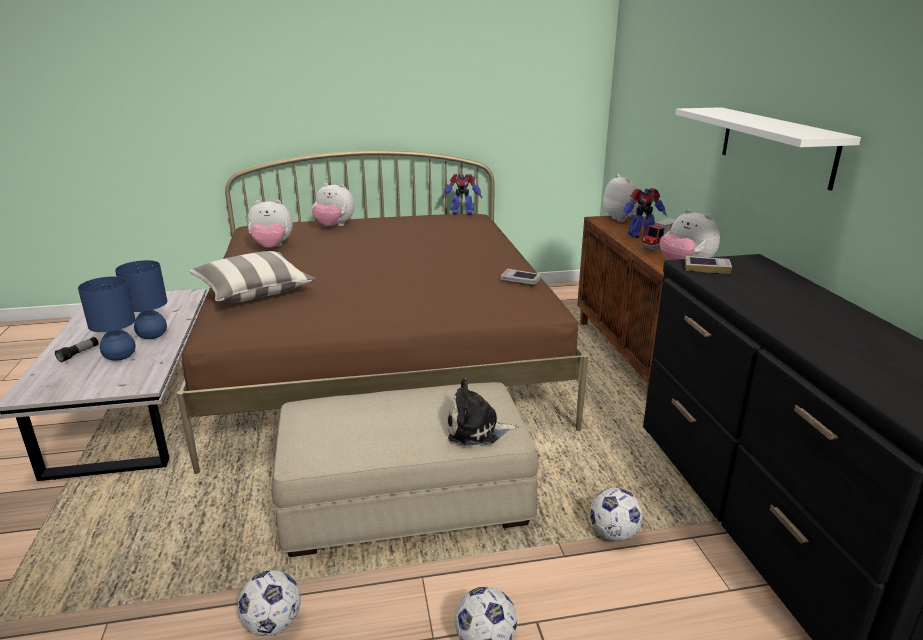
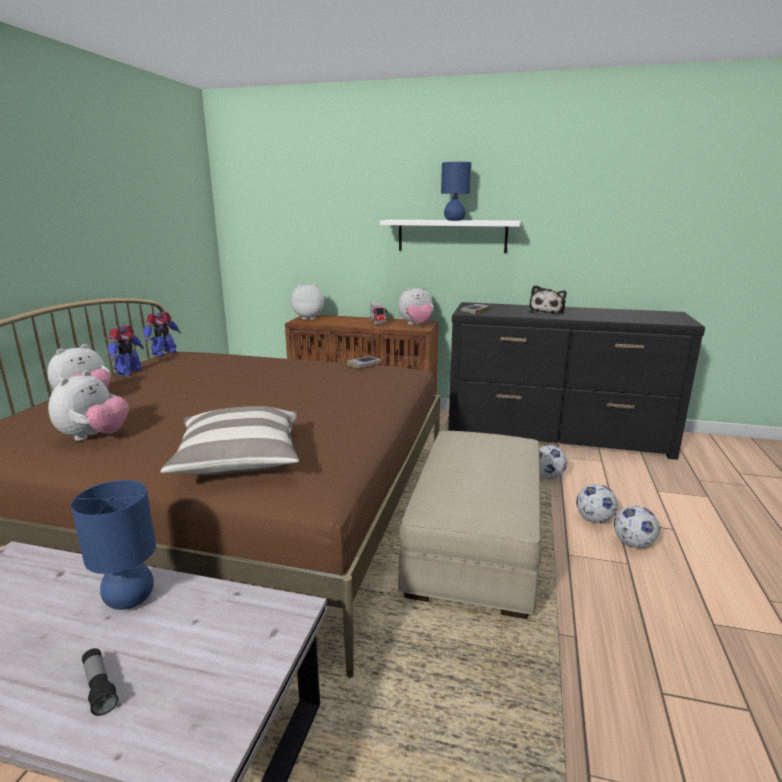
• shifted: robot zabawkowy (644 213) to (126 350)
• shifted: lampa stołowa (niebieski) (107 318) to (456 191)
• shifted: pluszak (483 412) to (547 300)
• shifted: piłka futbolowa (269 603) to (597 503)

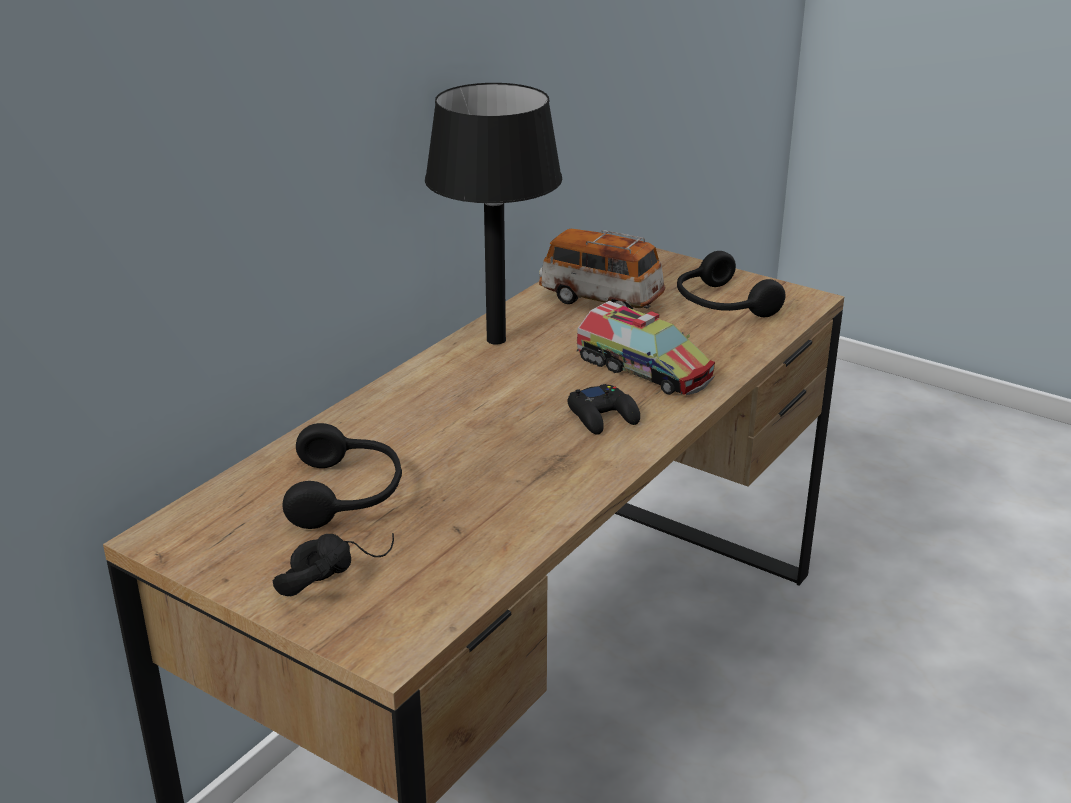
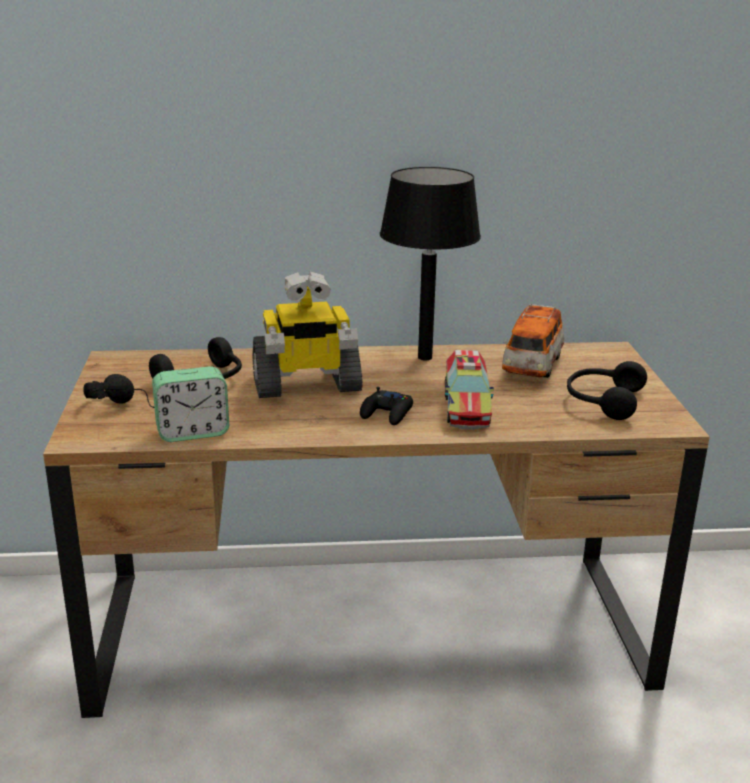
• new: budzik (190 404)
• new: robot zabawkowy (307 334)
• rotated: samochodzik (602 269) = (533 340) 150 degrees counterclockwise

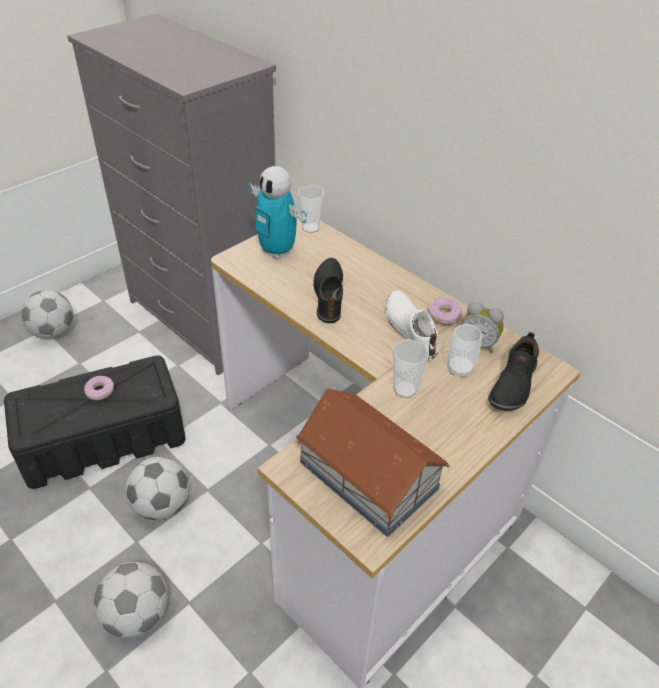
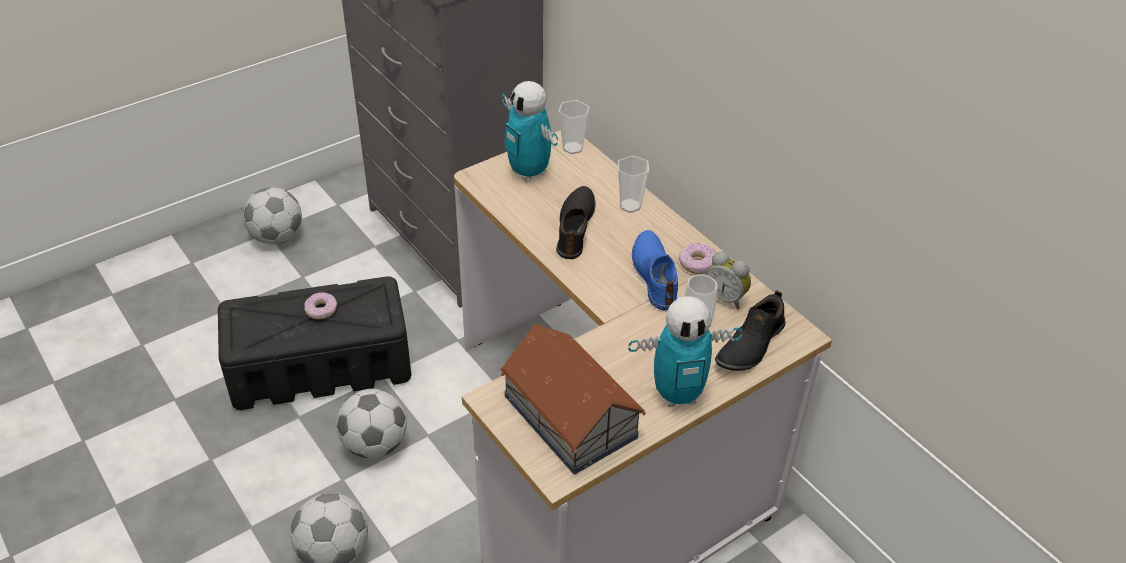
• shifted: filiżanka (411 369) to (633 184)
• new: robot zabawkowy (685 351)
• repainted: but (biały) (412 325) to but (niebieski) (655 270)

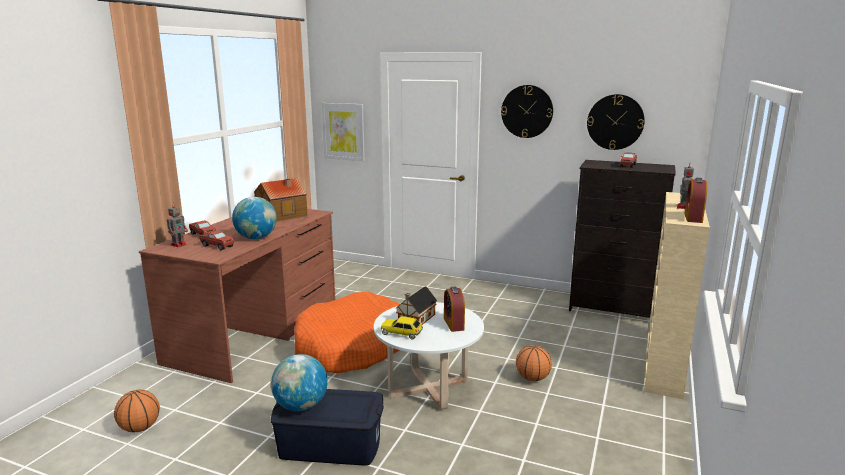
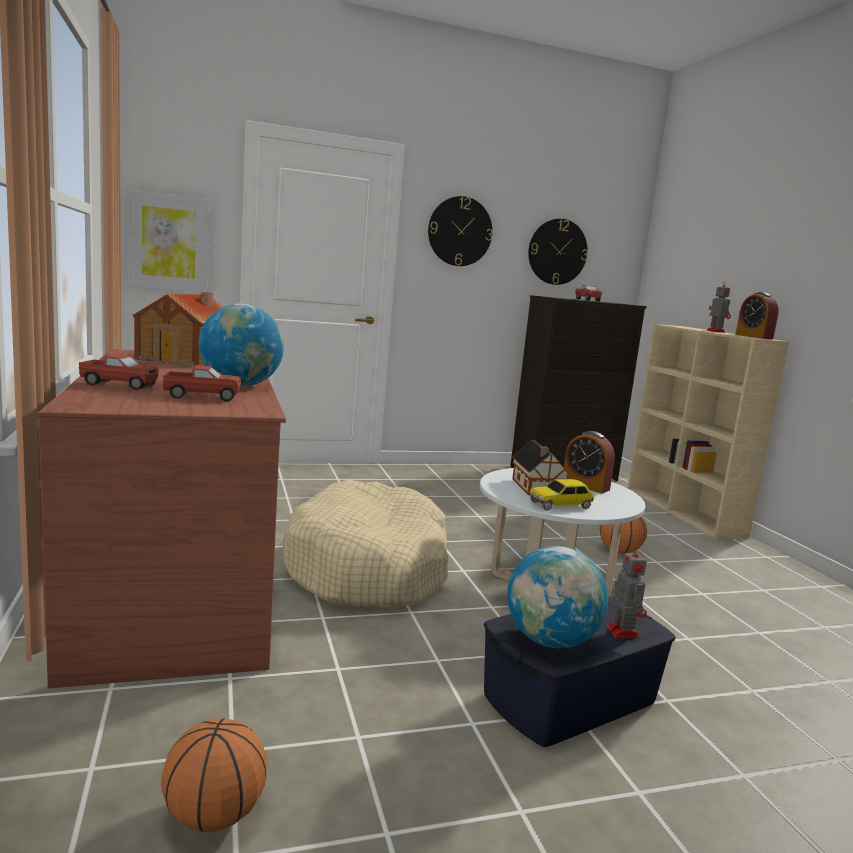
• repainted: legowisko (pomarańczowy) (347 332) to legowisko (beżowy) (365 543)
• shifted: robot zabawkowy (177 224) to (627 591)

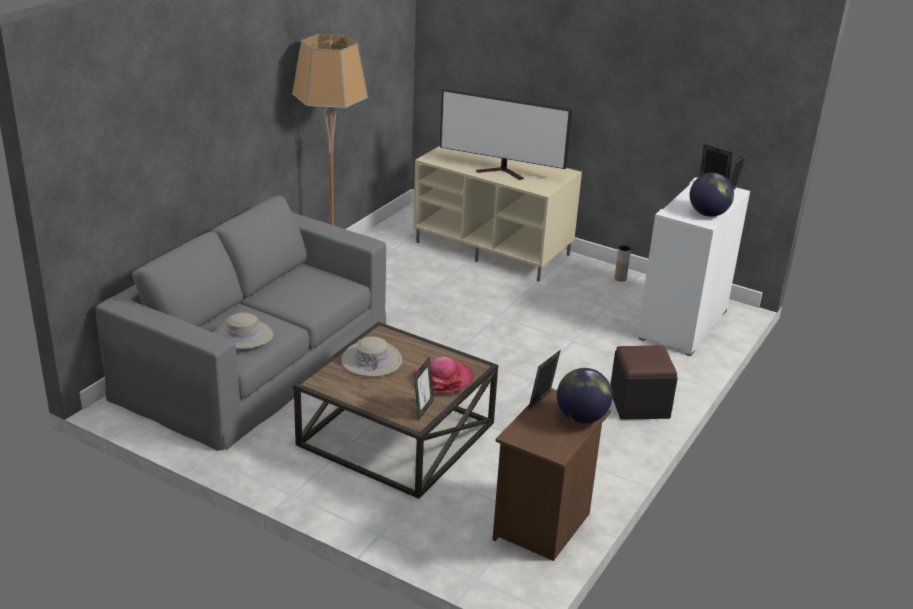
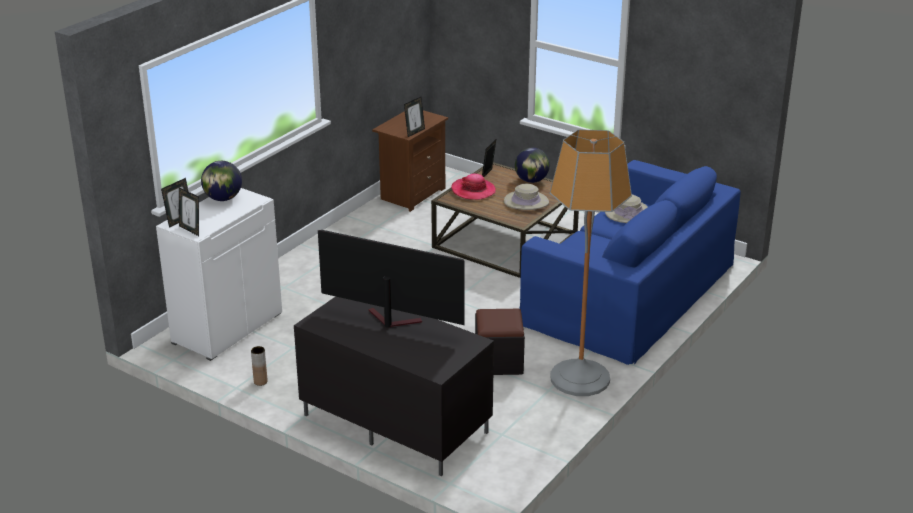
• repainted: szafka pod telewizor (beżowy) (497 214) to szafka pod telewizor (czarny) (394 386)
• shifted: pufa (czarny) (644 382) to (500 342)
• shifted: globus (584 396) to (532 165)
• repainted: kanapa (szary) (241 323) to kanapa (niebieski) (630 262)

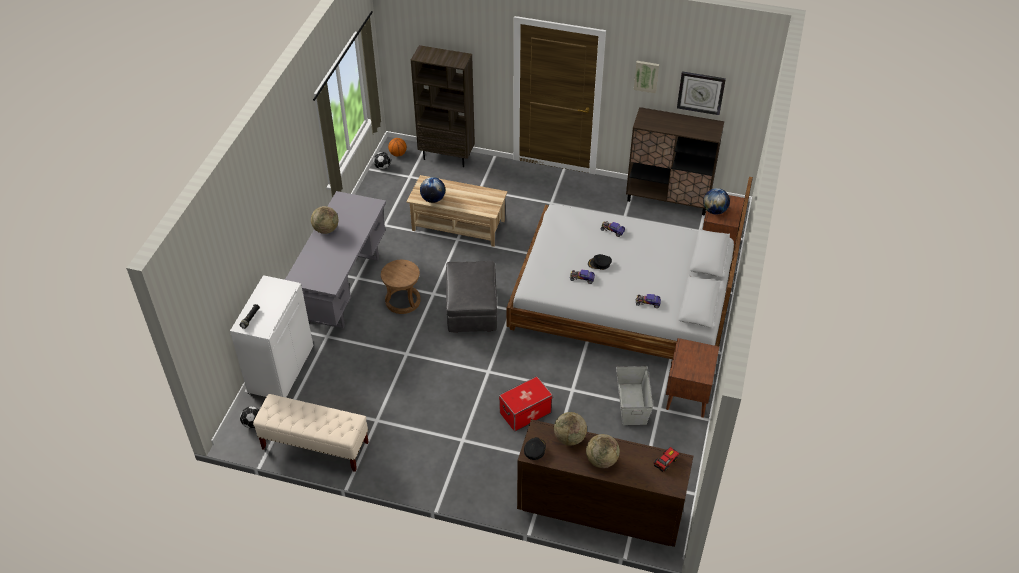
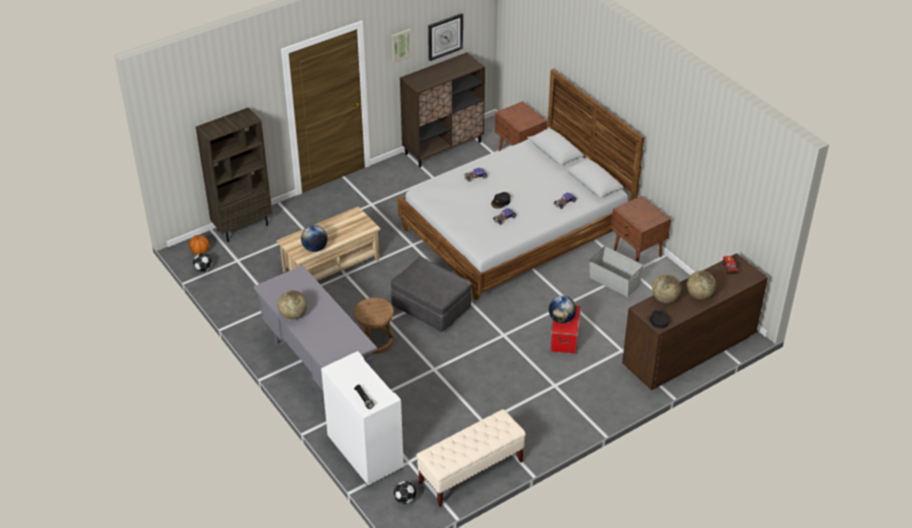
• shifted: globus (716 201) to (562 309)

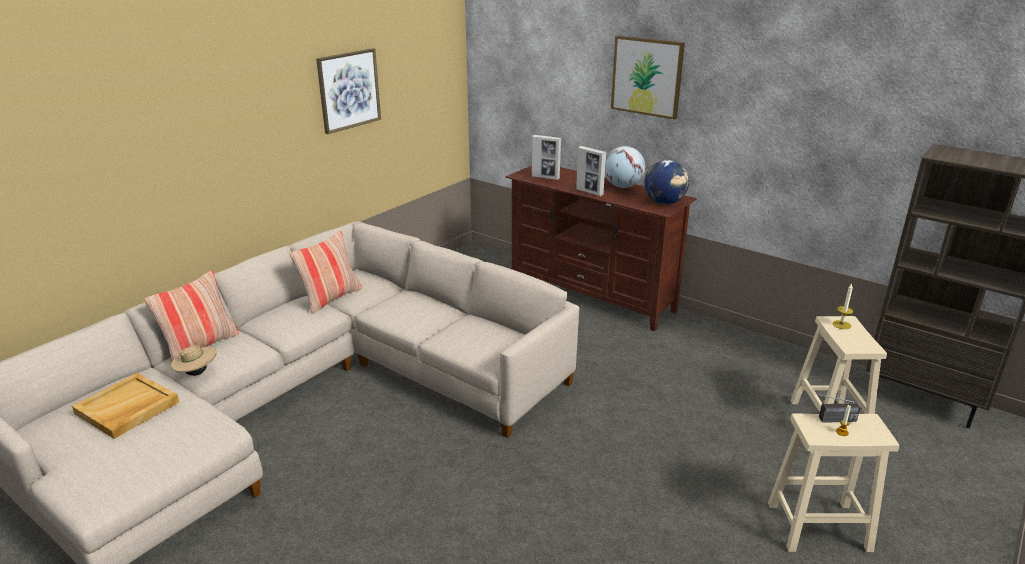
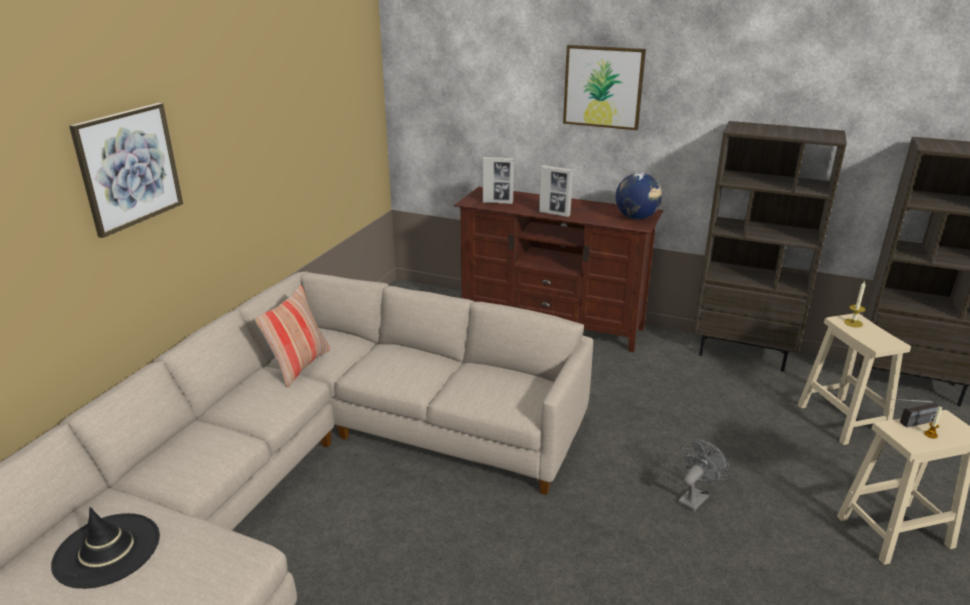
• swapped: taca (beżowy) (125 406) to kapelusz (czarny) (105 548)
• shifted: obraz (348 91) to (126 170)
• new: wentylator (szary) (704 475)
• new: regał (brązowy) (770 246)
• gone: poduszka (191 316)
• gone: kapelusz (beżowy) (194 359)
• gone: globus (625 167)

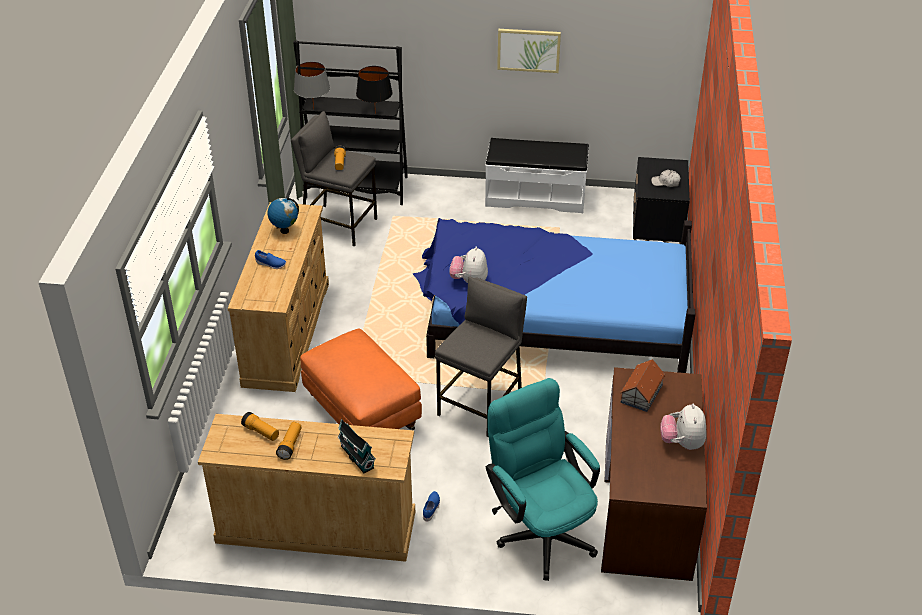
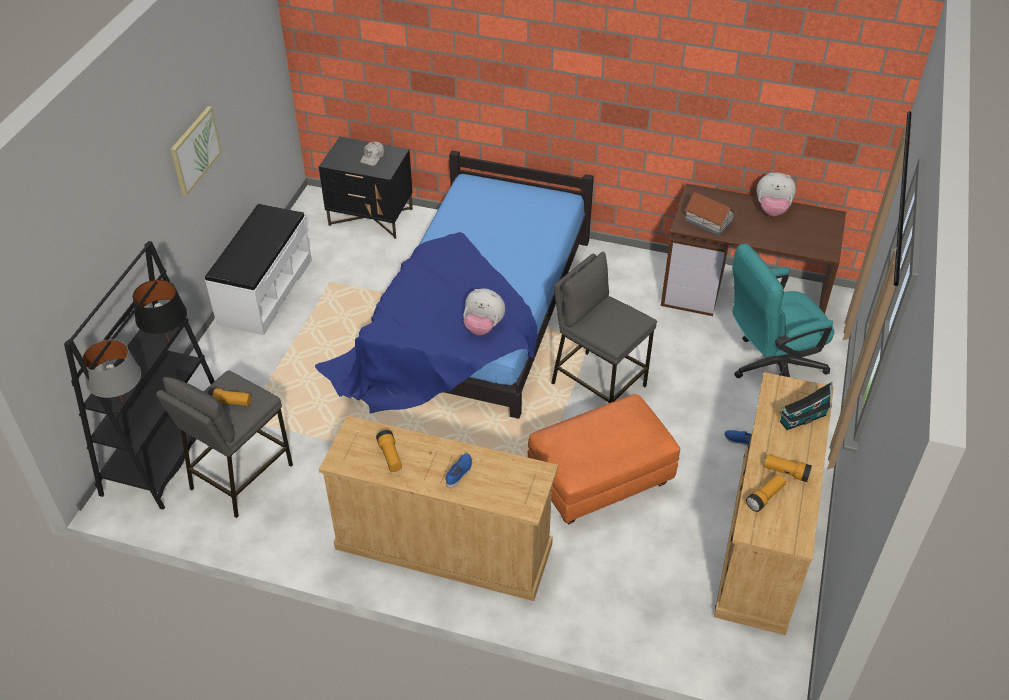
• swapped: globus (283 216) to latarka (389 451)

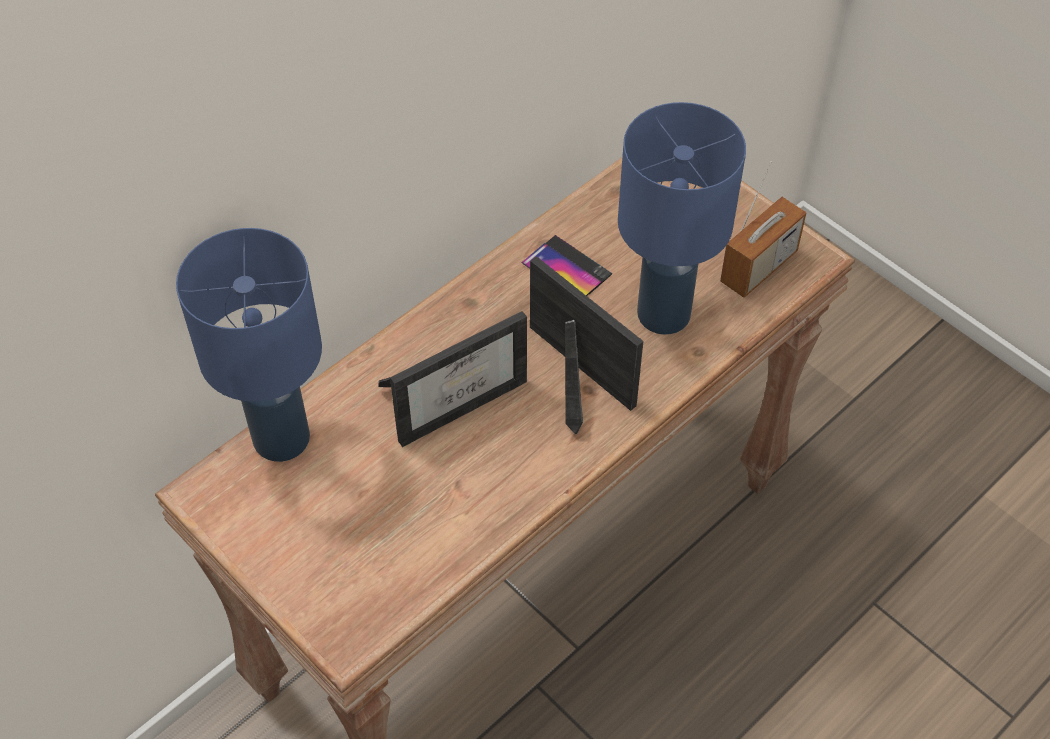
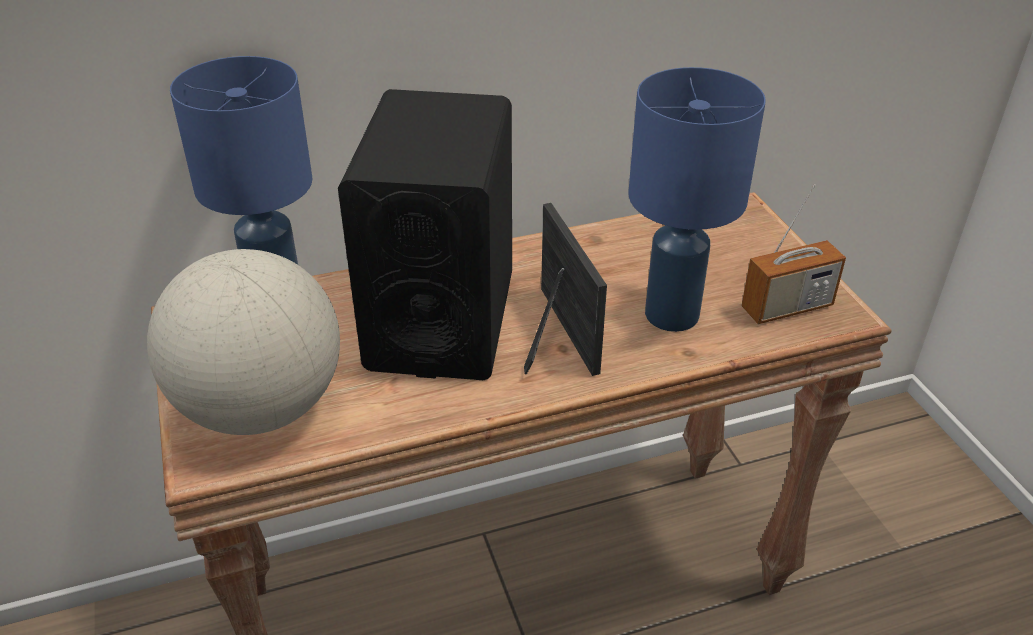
• new: globus (243 342)
• swapped: ramka na zdjęcie (452 379) to głośnik (czarny) (425 234)
• gone: telefon (567 265)

